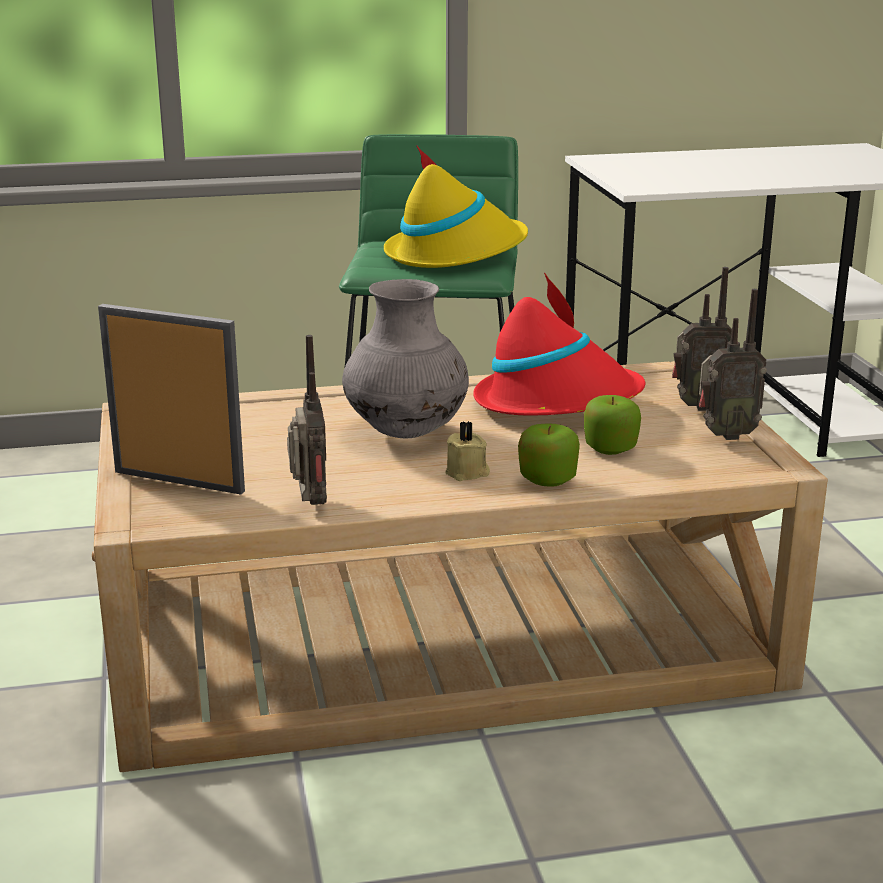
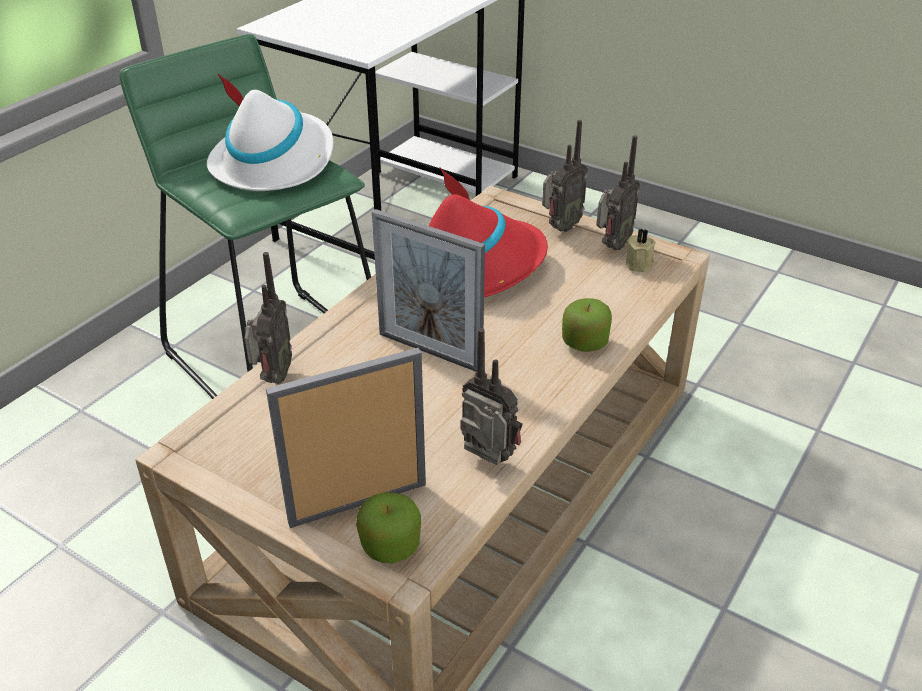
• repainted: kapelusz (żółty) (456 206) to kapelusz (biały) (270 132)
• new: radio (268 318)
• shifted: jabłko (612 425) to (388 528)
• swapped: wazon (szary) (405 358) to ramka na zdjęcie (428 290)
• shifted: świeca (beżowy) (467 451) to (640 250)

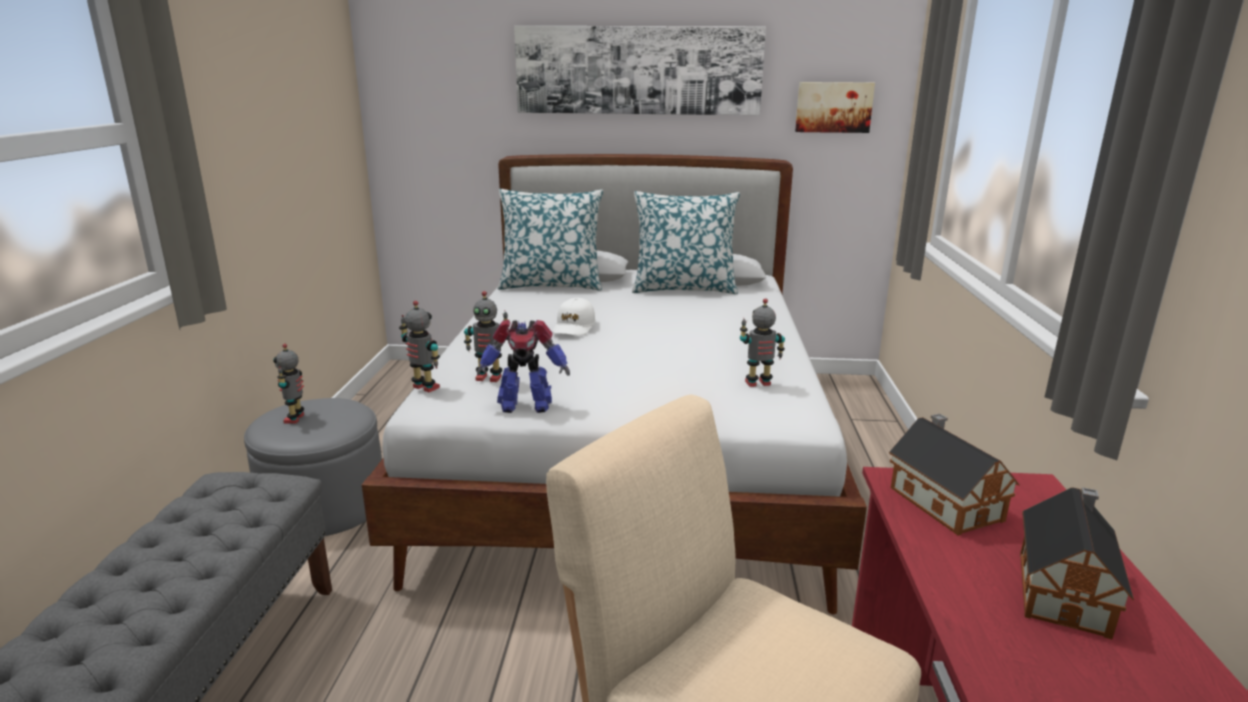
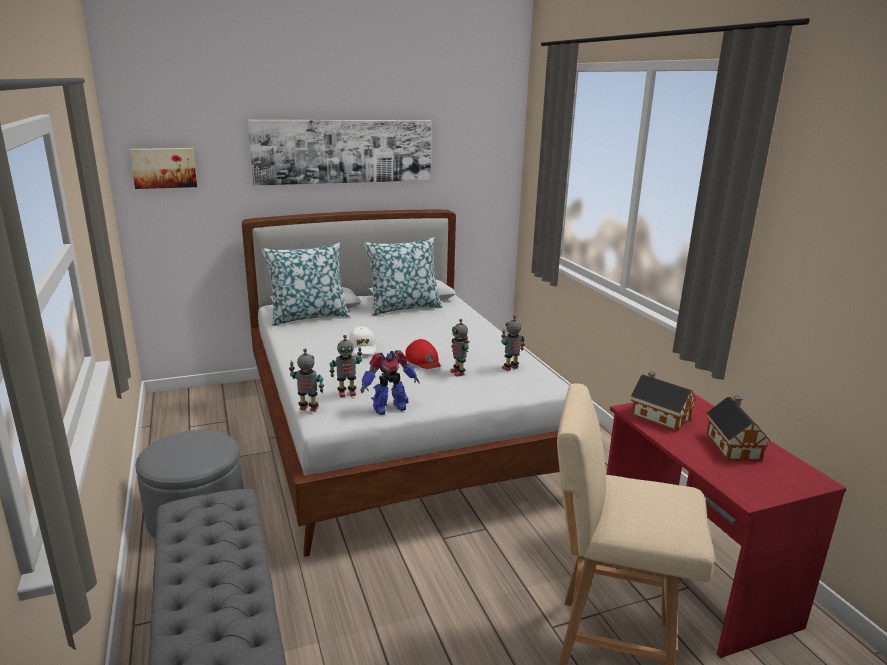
• shifted: obraz (835 107) to (163 168)
• new: czapka z daszkiem (czerwony) (423 354)
• shifted: robot zabawkowy (288 383) to (460 348)

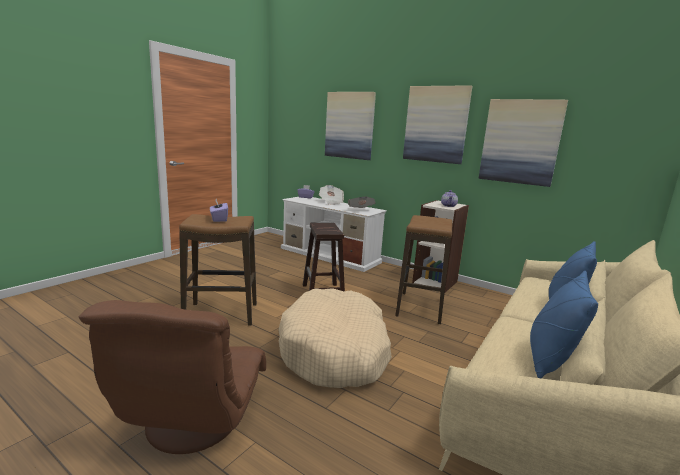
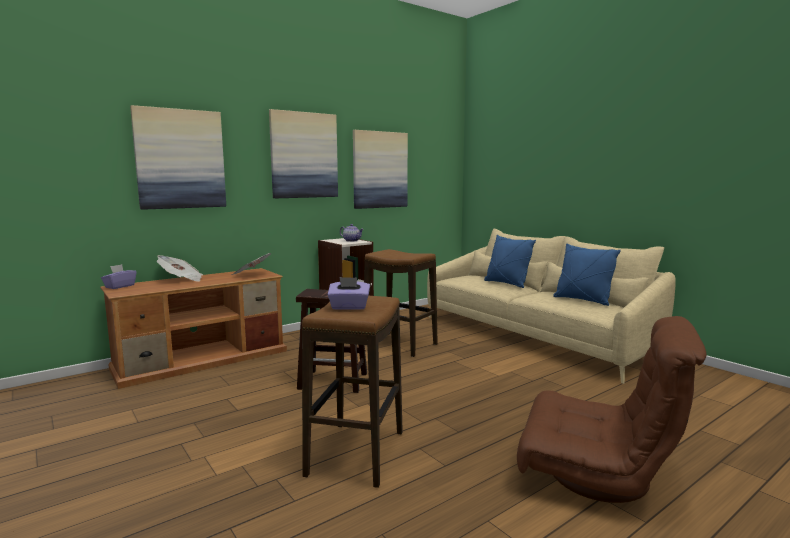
• repainted: szafka pod telewizor (biały) (334 234) to szafka pod telewizor (brązowy) (193 328)
• gone: legowisko (beżowy) (335 338)

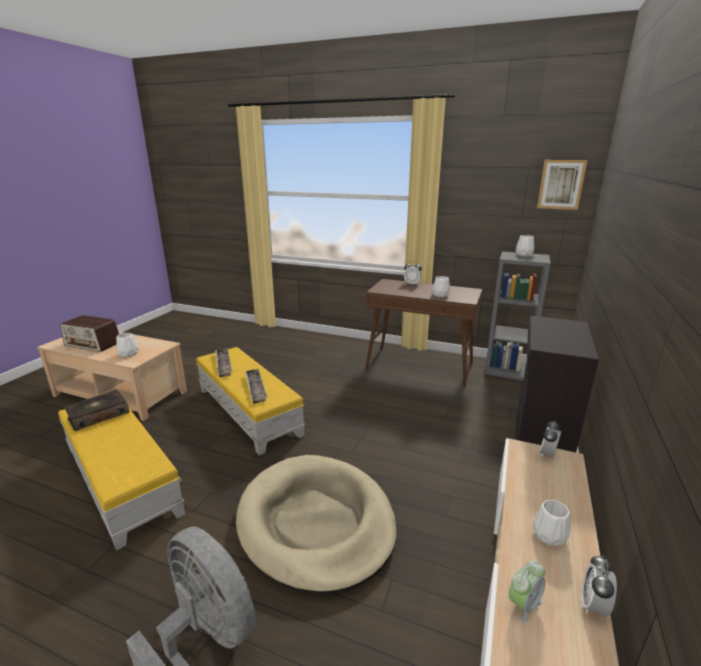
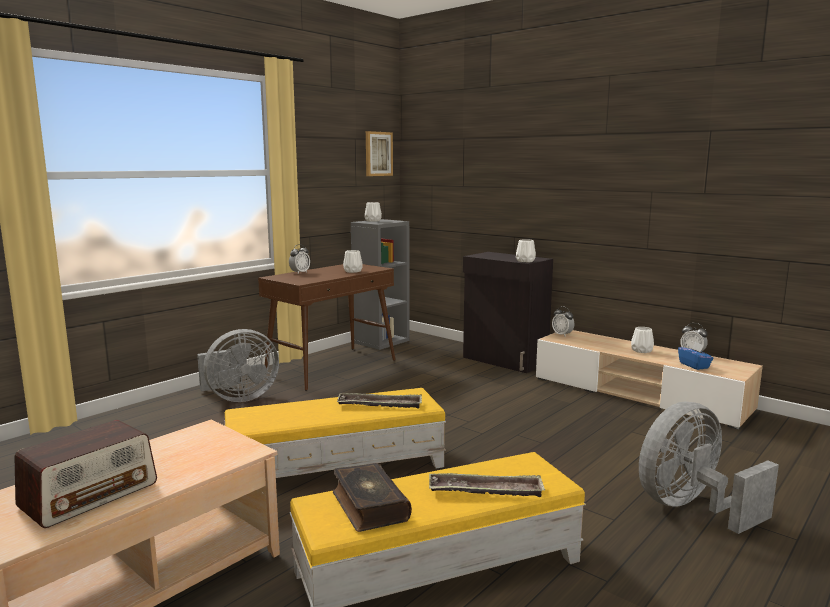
• new: wentylator (szary) (238 365)
• shifted: taca (224 362) to (487 485)
• shifted: wazon (biały) (127 345) to (526 250)
• swapped: budzik (527 591) to pudełko chusteczek (niebieski) (696 356)
• gone: legowisko (beżowy) (316 524)

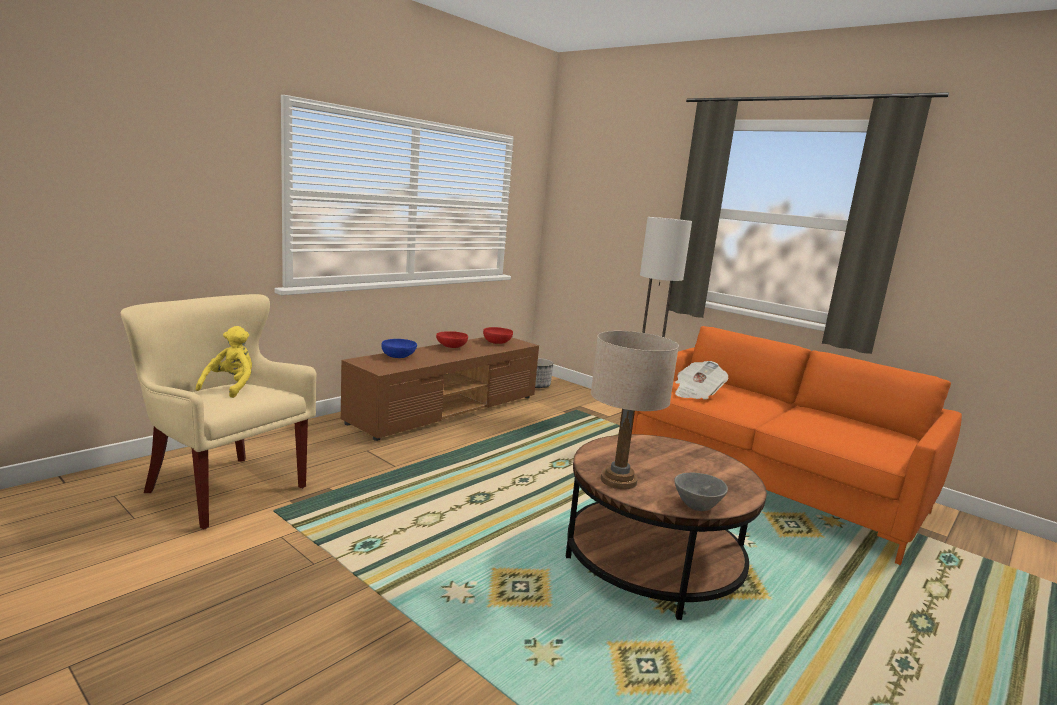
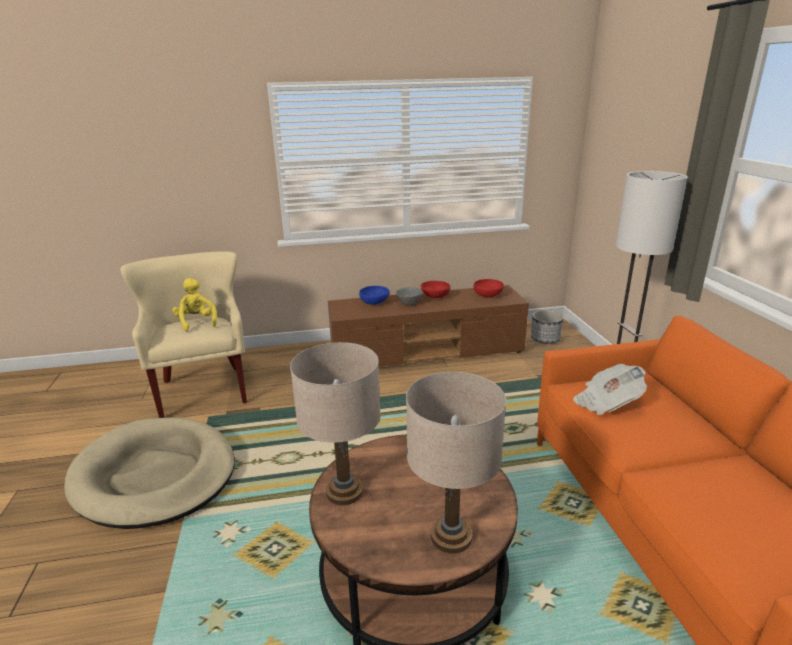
• new: legowisko (beżowy) (149 473)
• rotated: pluszak (żółty) (224 362) = (194 304) 75 degrees counterclockwise
• shifted: miska (szary) (701 492) to (409 296)
• new: lampa stołowa (beżowy) (456 463)

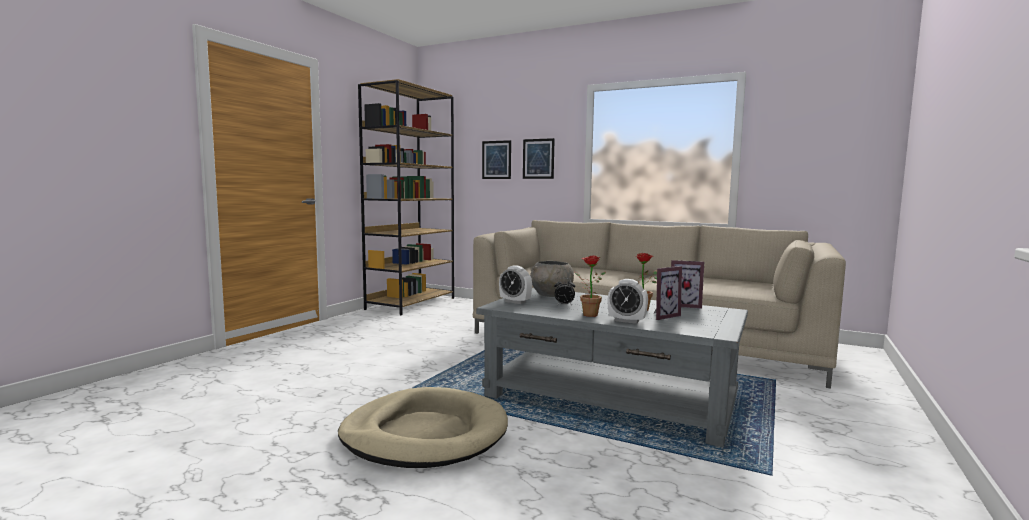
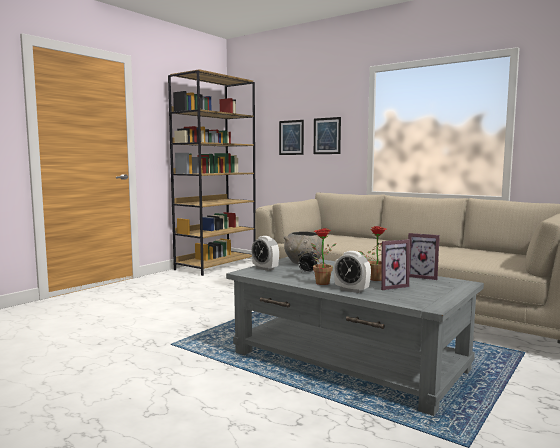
• gone: legowisko (beżowy) (423 427)

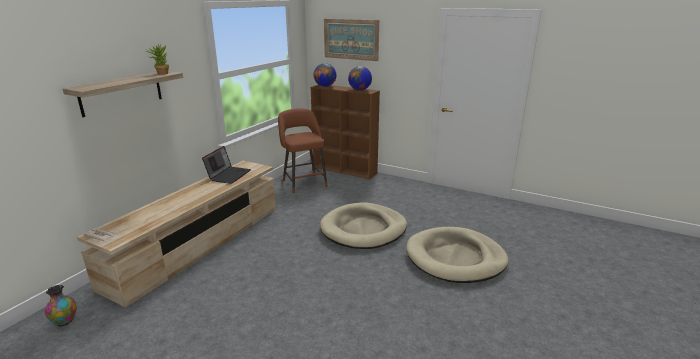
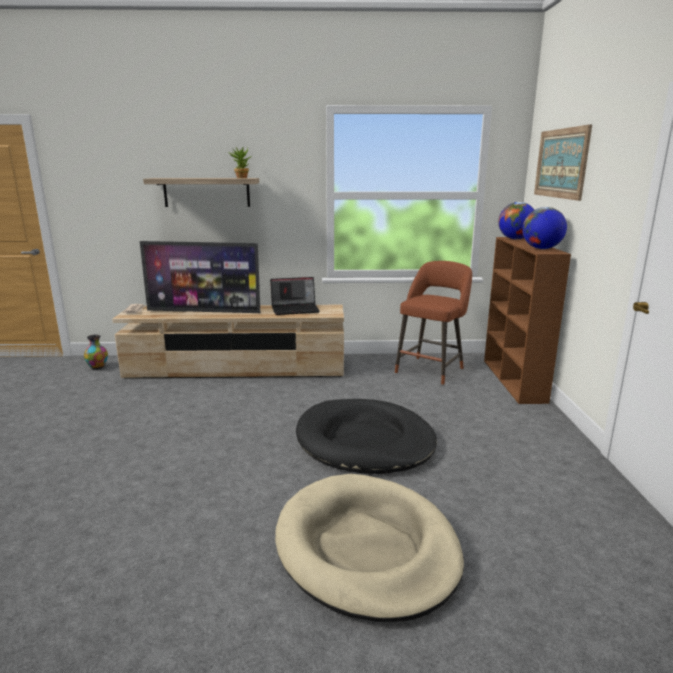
• new: telewizor (200 277)
• repainted: legowisko (beżowy) (363 225) to legowisko (czarny) (366 436)

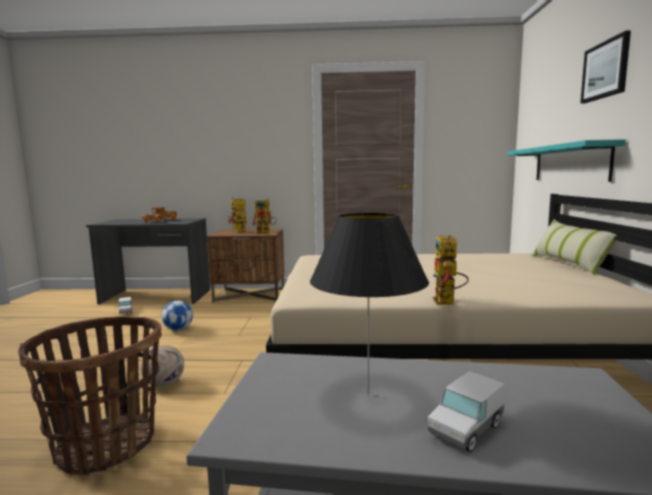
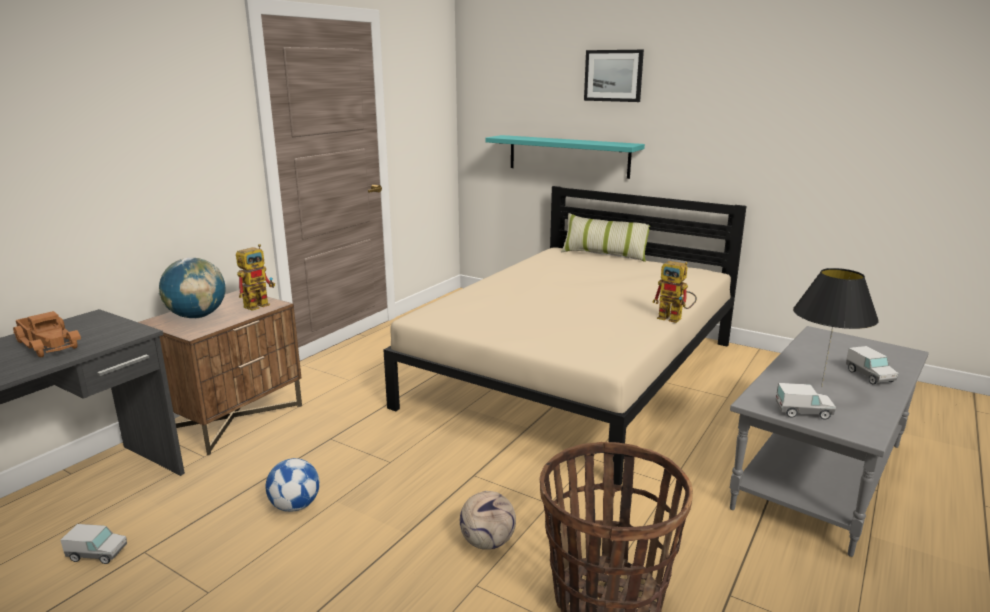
• swapped: robot zabawkowy (237 215) to globus (192 288)
• new: ciężarówka zabawkowa (806 401)

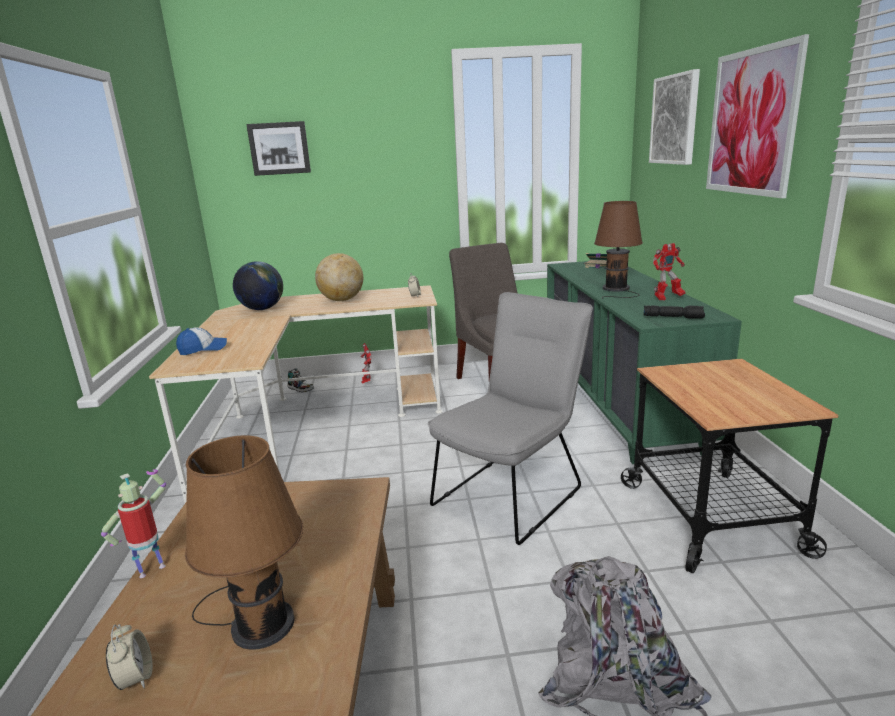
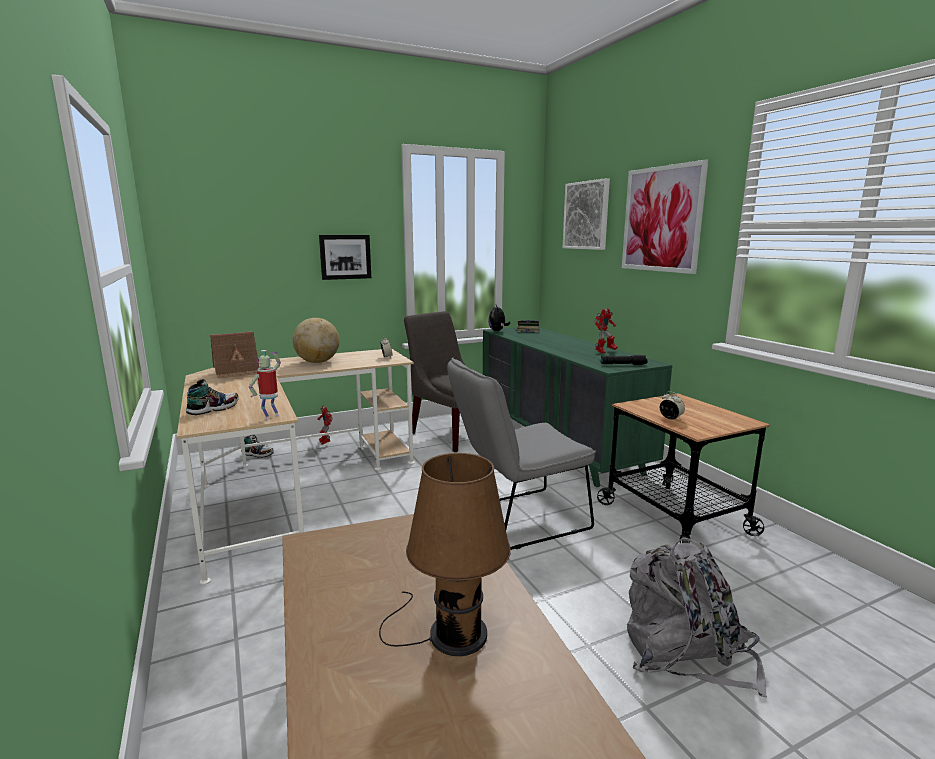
• swapped: czapka z daszkiem (201 341) to but (212 397)
• swapped: globus (258 285) to domek (237 355)
• shifted: robot zabawkowy (133 523) to (265 385)
• shifted: obraz (278 148) to (345 257)
• rotated: krzesło (szary) (510 418) = (521 453) 135 degrees counterclockwise
• new: pluszak (499 318)
• shifted: budzik (129 657) to (672 405)
• gone: lampa stołowa (brązowy) (618 250)

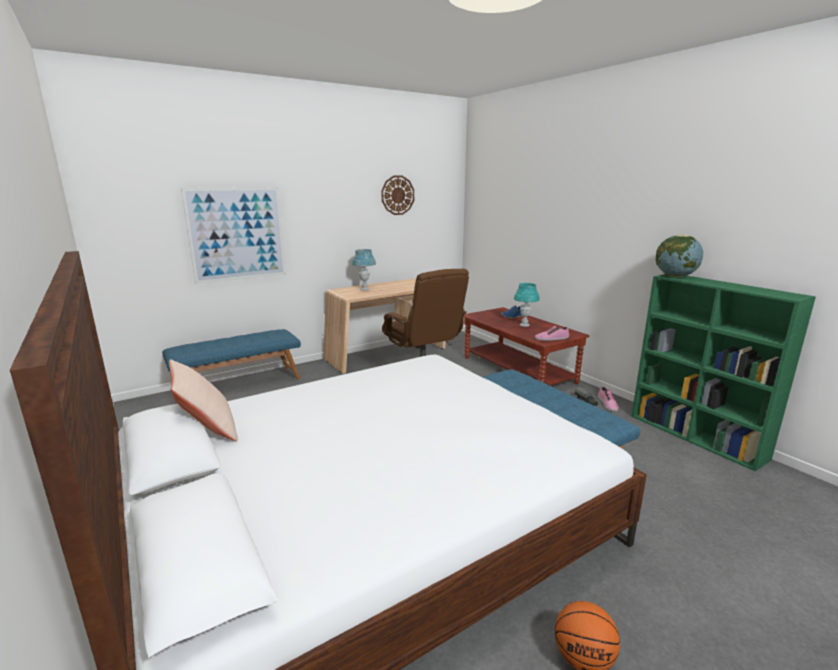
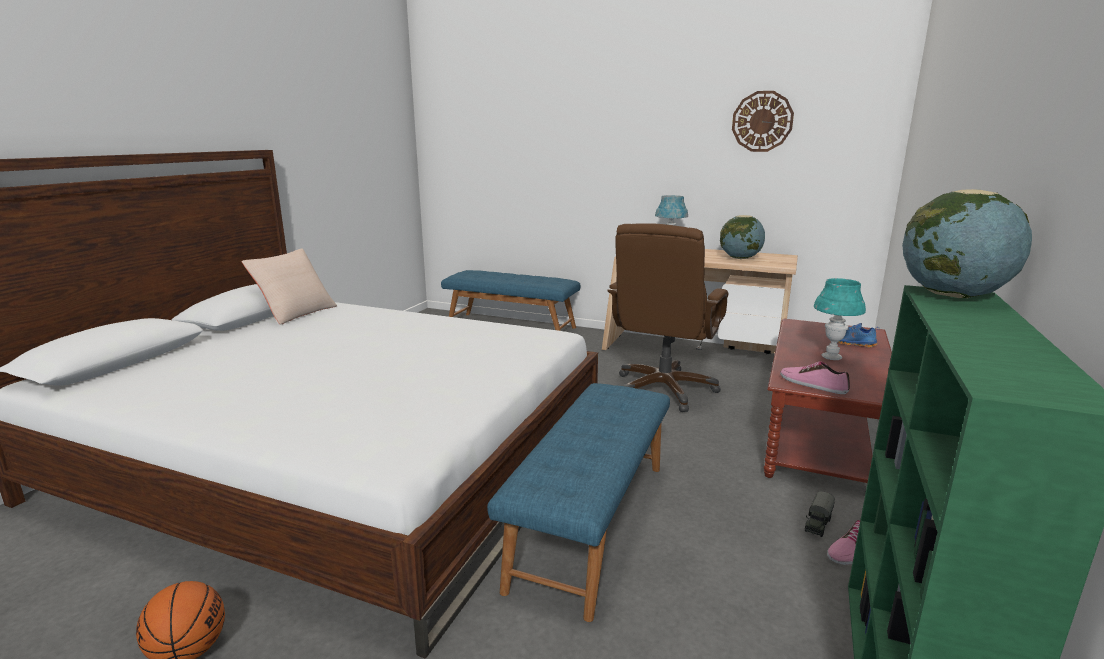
• new: globus (742 237)
• gone: obraz (233 235)

